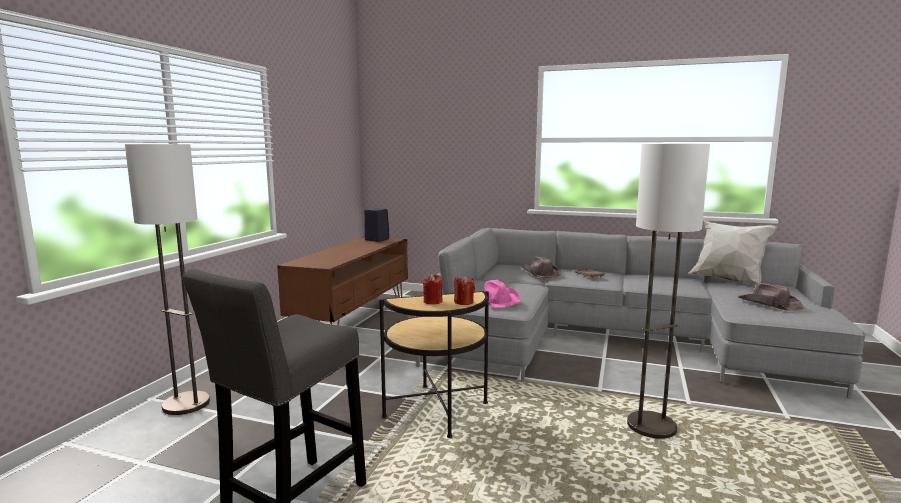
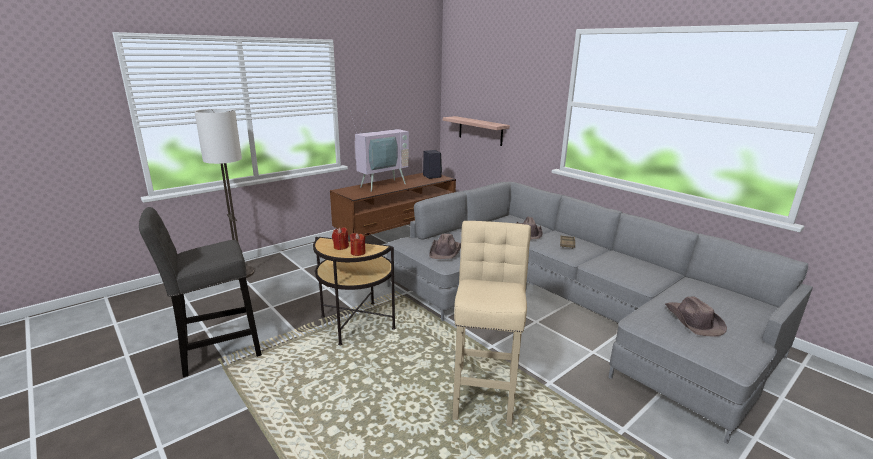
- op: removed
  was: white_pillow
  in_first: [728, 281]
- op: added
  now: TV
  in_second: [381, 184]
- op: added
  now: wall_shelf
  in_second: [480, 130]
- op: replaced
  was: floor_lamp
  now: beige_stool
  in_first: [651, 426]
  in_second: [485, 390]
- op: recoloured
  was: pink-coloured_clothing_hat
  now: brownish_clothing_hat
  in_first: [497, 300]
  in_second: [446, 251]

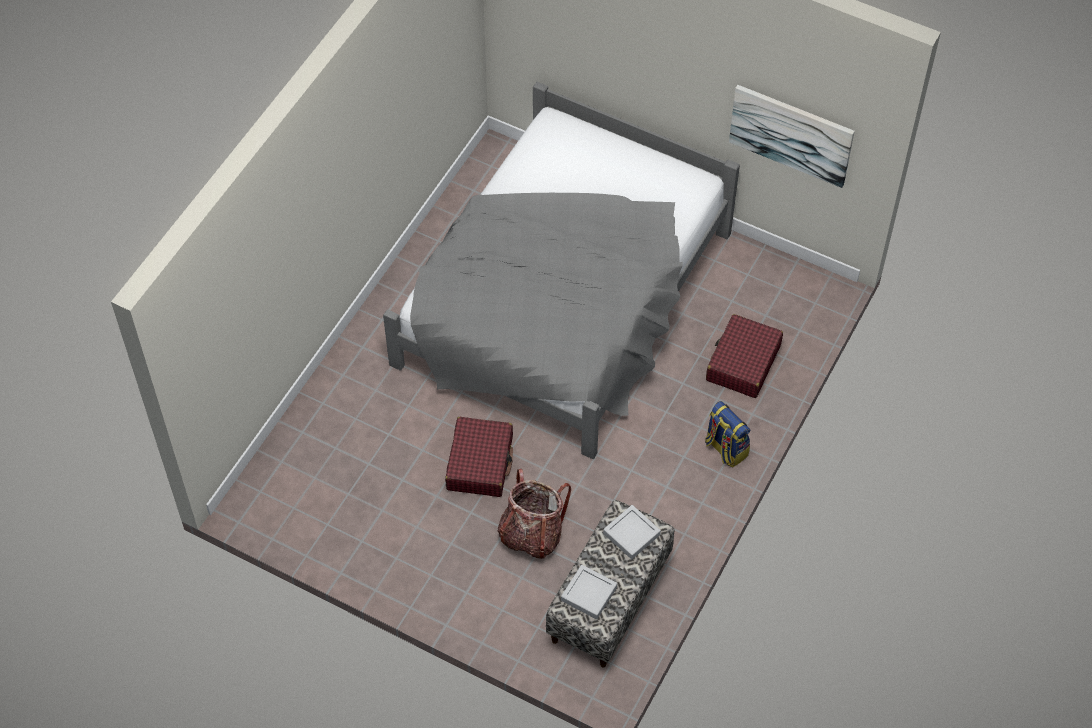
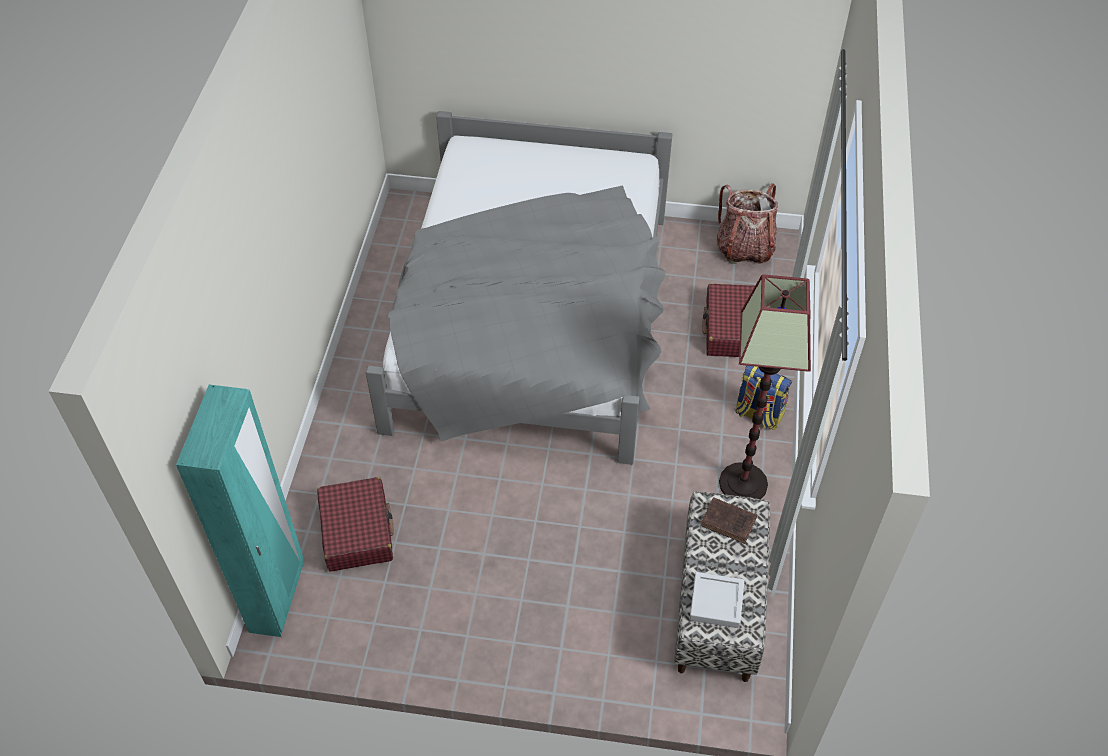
- op: removed
  was: picture
  in_first: [791, 134]
- op: added
  now: blue-green_clothes_cupboard
  in_second: [278, 598]
- op: added
  now: floor_lamp
  in_second: [743, 484]
- op: moved
  was: red-coloured_piece_of_luggage
  in_first: [480, 463]
  in_second: [357, 531]
- op: moved
  was: backpack
  in_first: [531, 534]
  in_second: [744, 248]
- op: replaced
  was: greyish_tray
  now: brownish_book
  in_first: [631, 534]
  in_second: [730, 522]

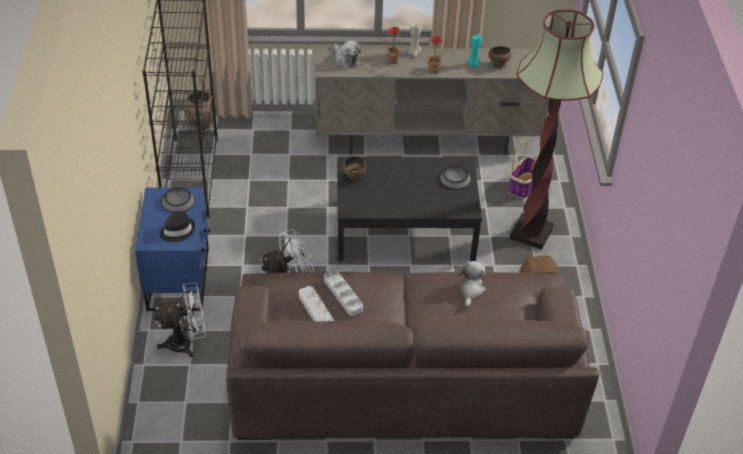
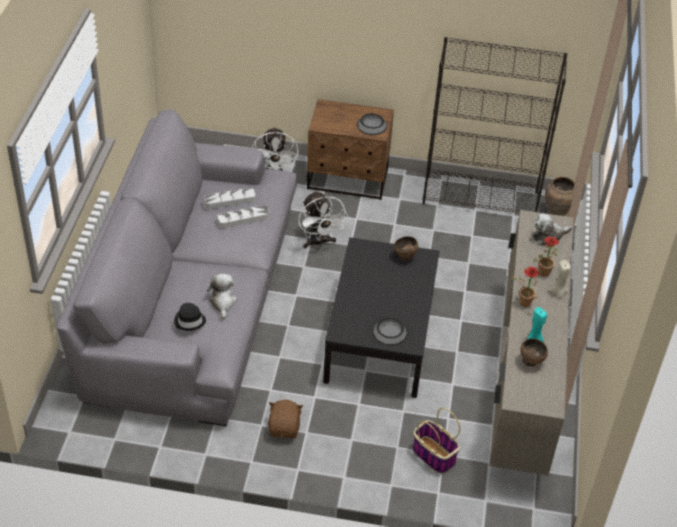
- op: removed
  was: floor_lamp
  in_first: [531, 233]
- op: moved
  was: black-coloured_clothing_hat
  in_first: [177, 231]
  in_second: [189, 321]
- op: recoloured
  was: bluish_night_table
  now: brownish_night_table
  in_first: [179, 279]
  in_second: [348, 180]
- op: recoloured
  was: brownish_settee
  now: greyish_settee
  in_first: [403, 379]
  in_second: [191, 299]
- op: turned
  was: cuddly_toy
  in_first: [470, 290]
  in_second: [222, 302]
  clockwise: -120

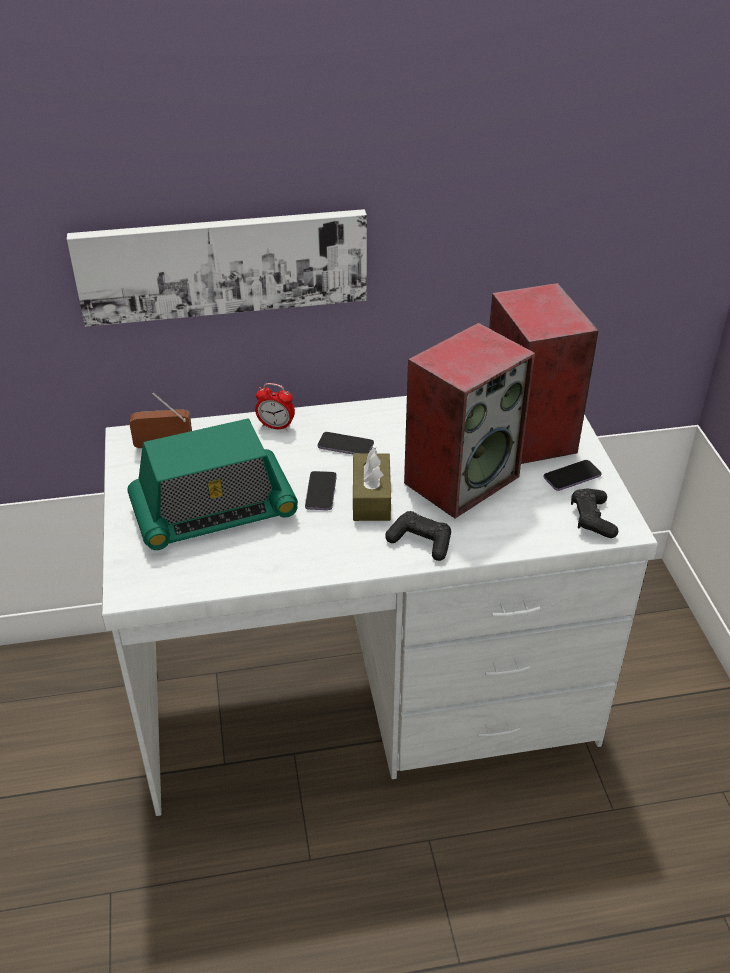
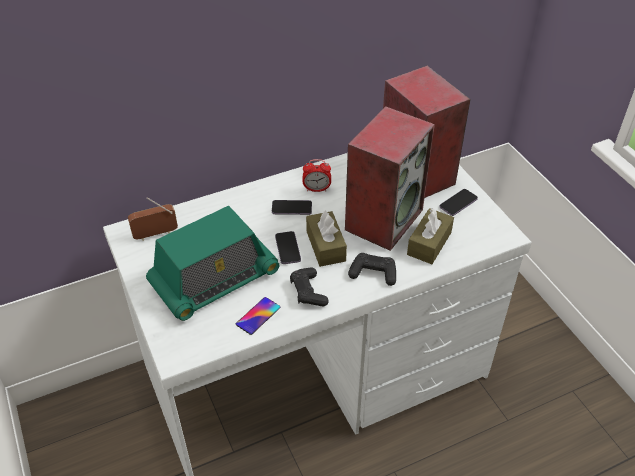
- op: removed
  was: picture
  in_first: [223, 265]
- op: added
  now: phone
  in_second: [258, 316]
- op: added
  now: brownish_box_of_tissues
  in_second: [429, 243]
- op: moved
  was: bedside_clock
  in_first: [276, 426]
  in_second: [316, 189]
- op: moved
  was: black-coloured_gamepad
  in_first: [592, 519]
  in_second: [308, 292]

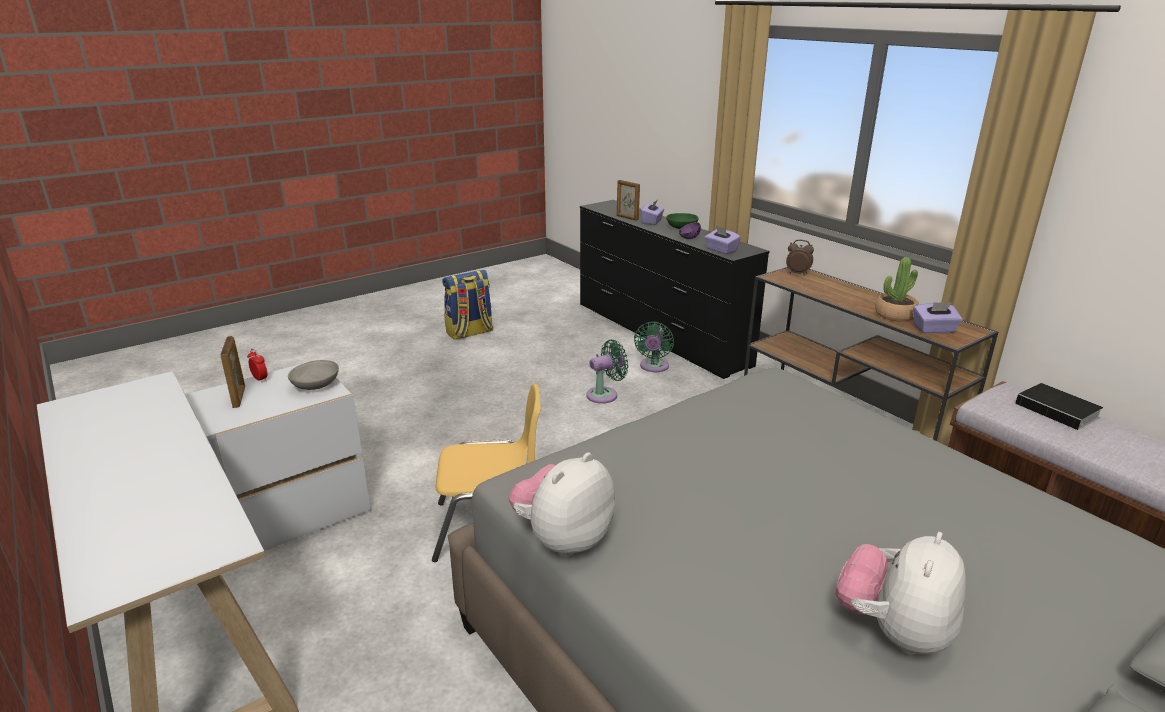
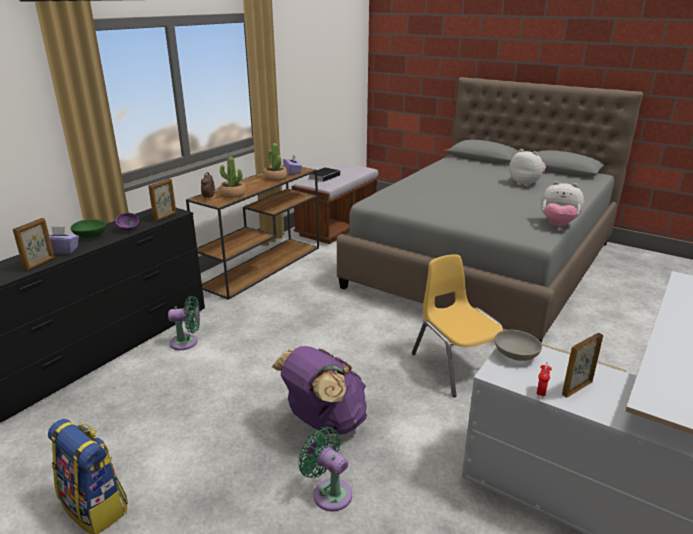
- op: added
  now: potted_plant
  in_second: [232, 194]
- op: added
  now: purple-coloured_backpack
  in_second: [324, 422]
- op: moved
  was: green_cooling_fan
  in_first: [605, 395]
  in_second: [329, 492]
- op: replaced
  was: purple-coloured_box_of_tissues
  now: photo_frame
  in_first: [721, 250]
  in_second: [165, 217]
- op: turned
  was: cuddly_toy
  in_first: [893, 631]
  in_second: [525, 184]
  clockwise: -150

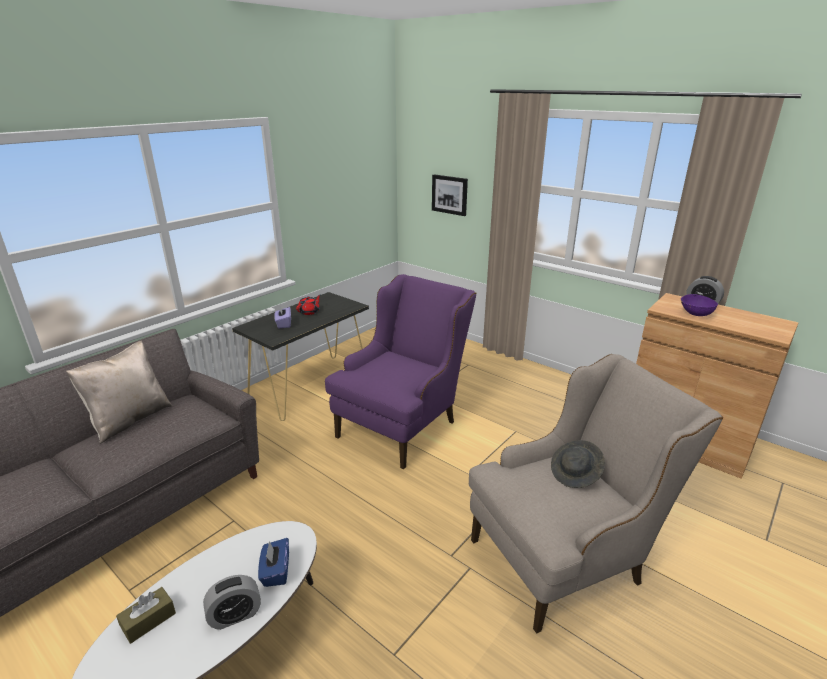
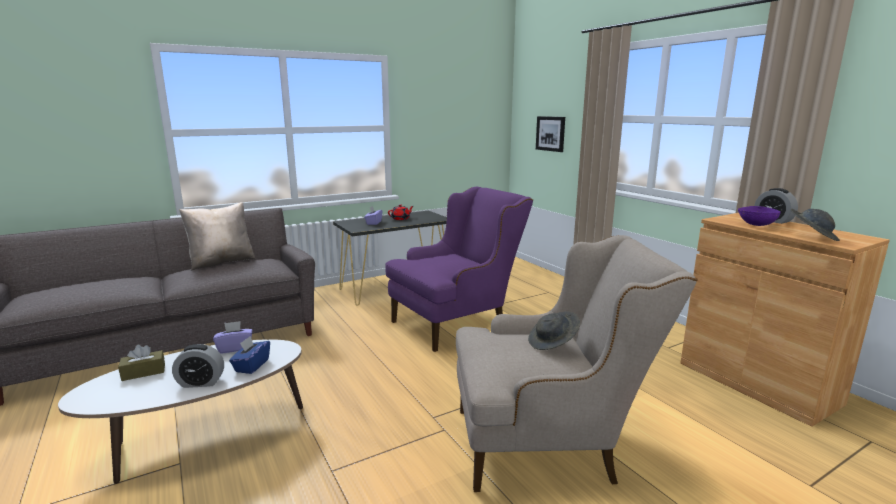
- op: added
  now: purple-coloured_box_of_tissues
  in_second: [235, 348]
- op: added
  now: greyish_clothing_hat
  in_second: [811, 237]

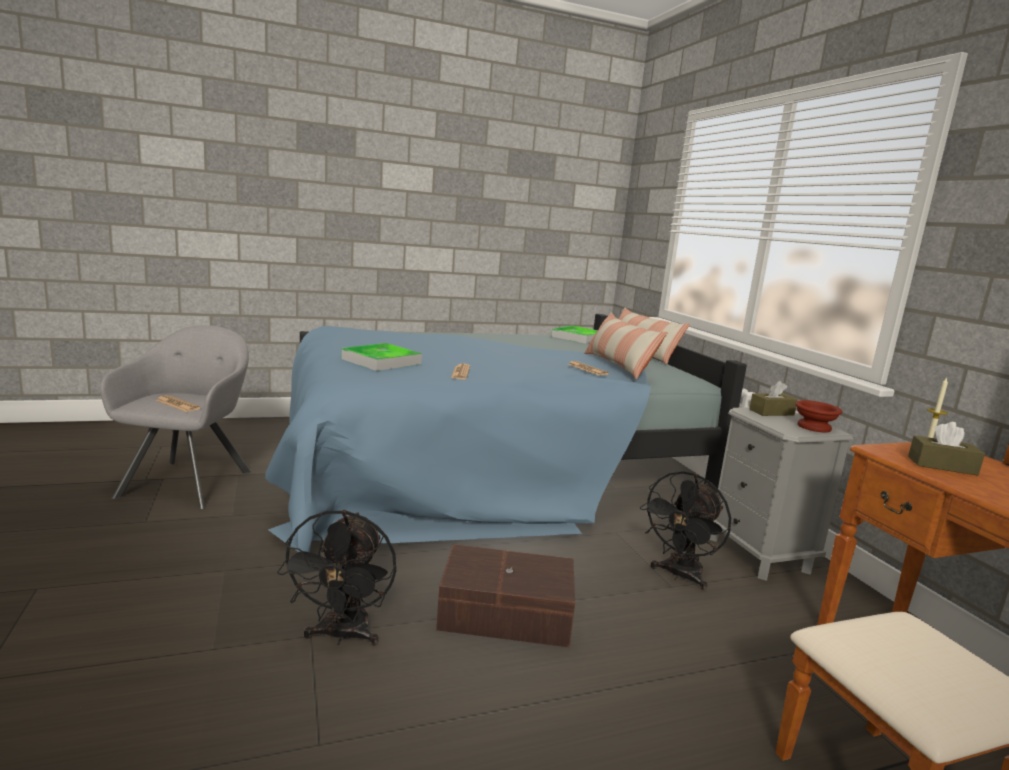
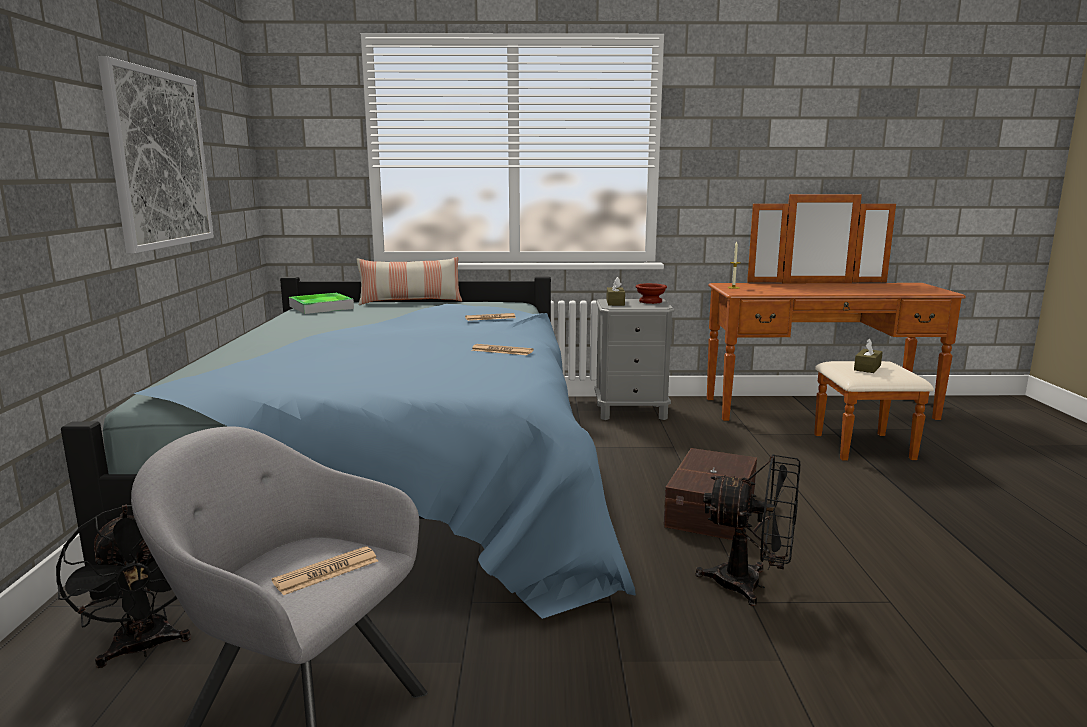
- op: removed
  was: tray
  in_first: [381, 361]
- op: removed
  was: pillow
  in_first: [618, 365]
- op: added
  now: picture
  in_second: [159, 159]
- op: moved
  was: black-coloured_cooling_fan
  in_first: [679, 576]
  in_second: [144, 649]
- op: moved
  was: brownish_box_of_tissues
  in_first: [942, 465]
  in_second: [867, 368]

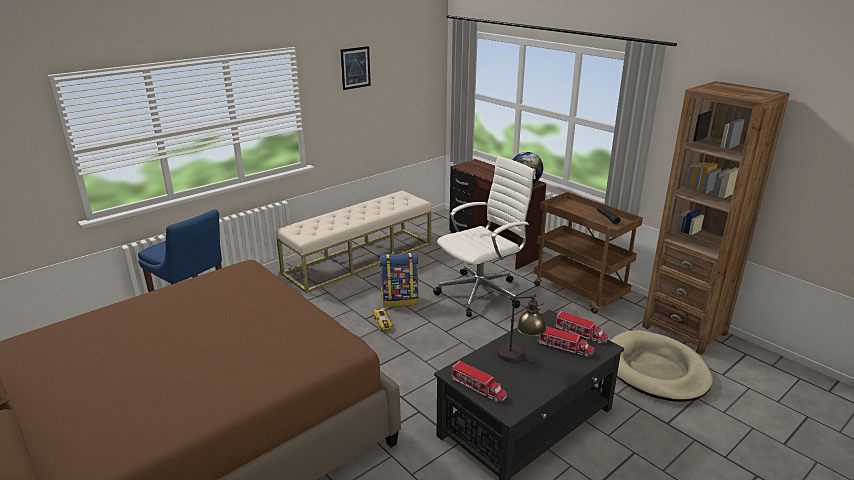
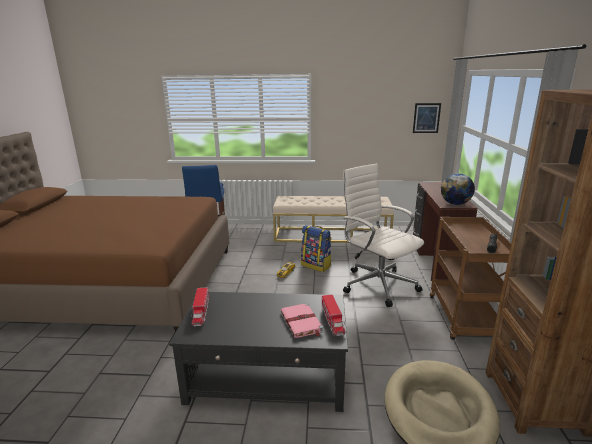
- op: removed
  was: tabletop_lamp
  in_first: [519, 358]
- op: moved
  was: picture
  in_first: [355, 68]
  in_second: [426, 118]
- op: replaced
  was: toy_lorry
  now: pink-coloured_book
  in_first: [564, 347]
  in_second: [301, 322]
- op: turned
  was: white_desk_chair
  in_first: [482, 293]
  in_second: [377, 284]
  clockwise: -135

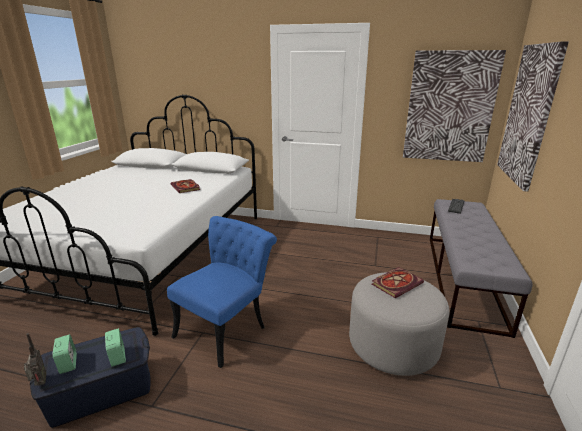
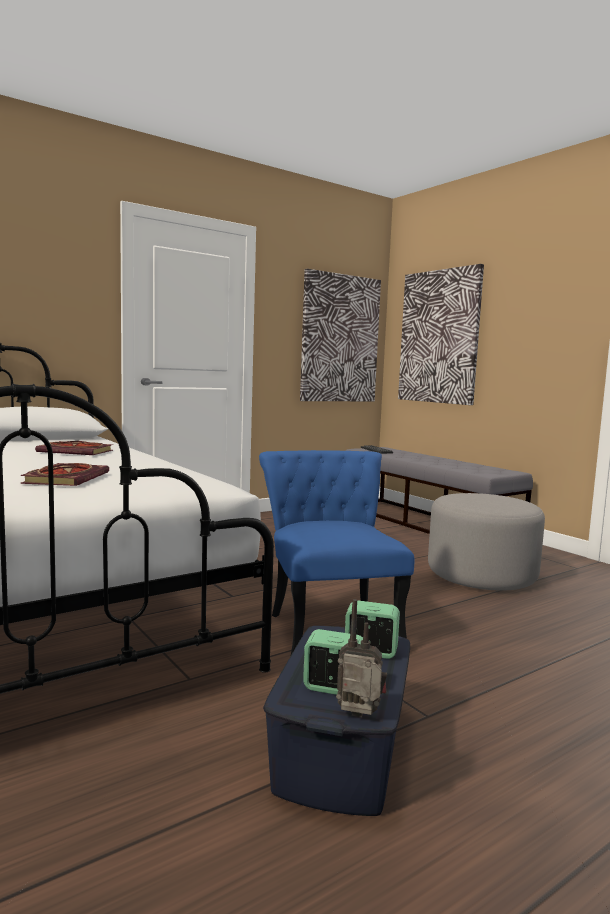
- op: moved
  was: book
  in_first: [397, 283]
  in_second: [66, 478]

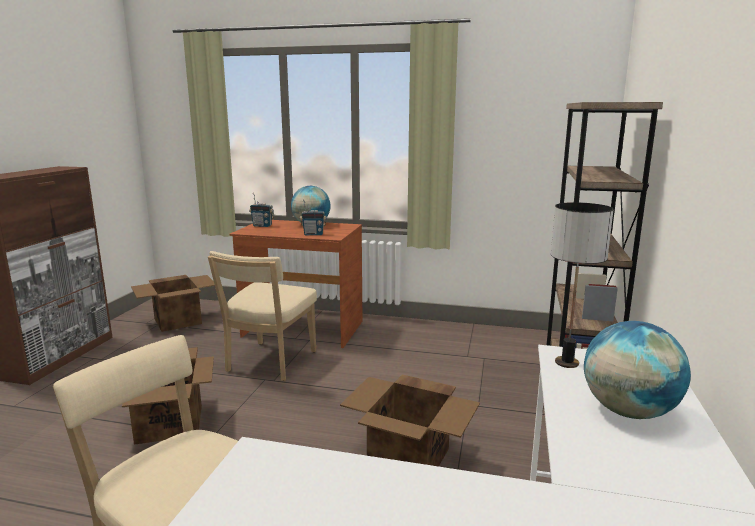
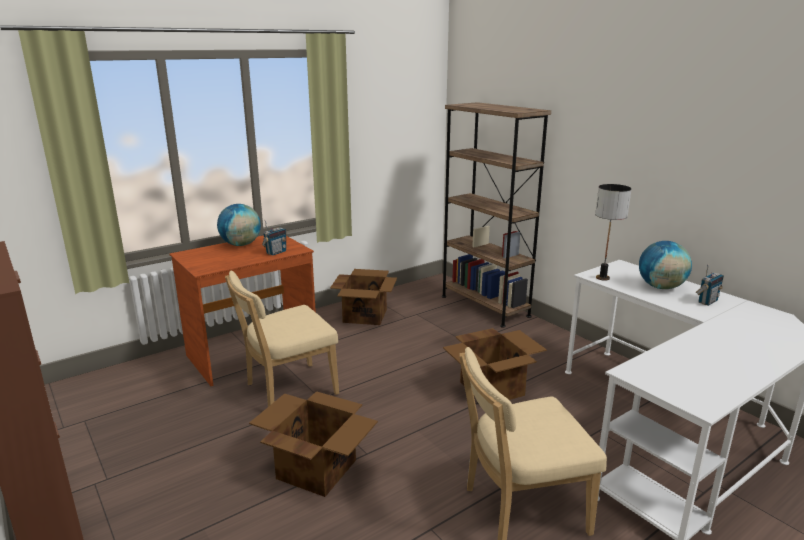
- op: moved
  was: packing_box
  in_first: [178, 321]
  in_second: [365, 315]
- op: moved
  was: radio_set
  in_first: [262, 226]
  in_second: [707, 301]
- op: turned
  was: beige_upright_chair
  in_first: [269, 363]
  in_second: [287, 390]
  clockwise: 90

